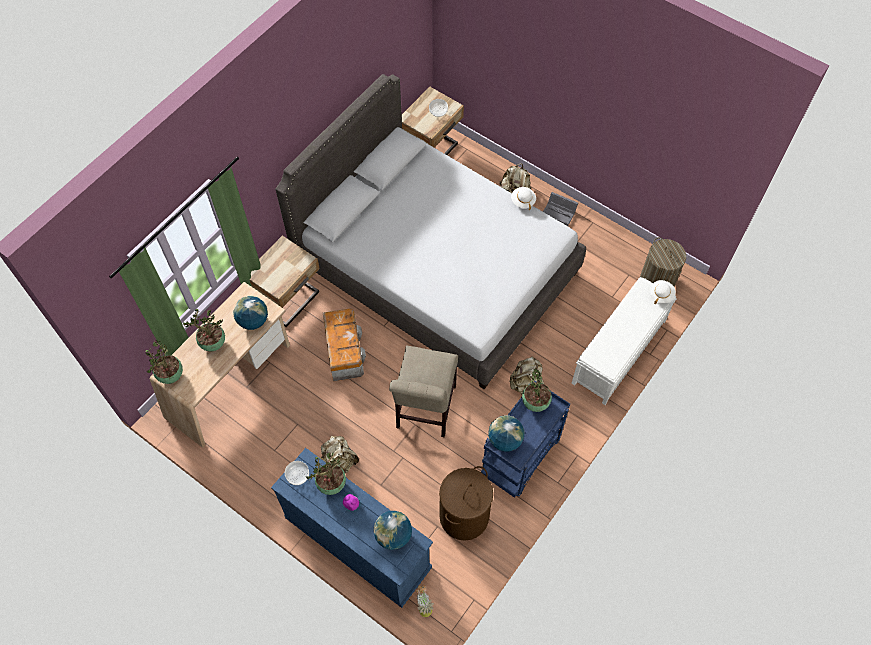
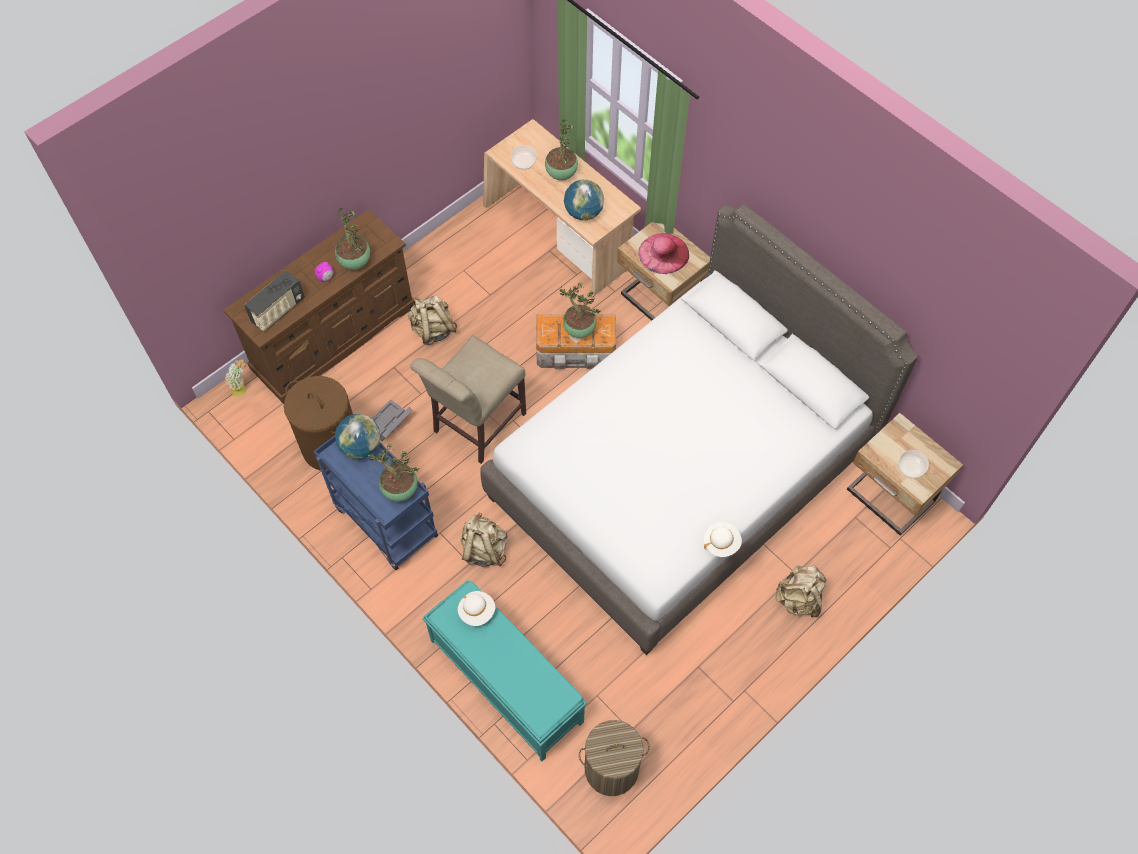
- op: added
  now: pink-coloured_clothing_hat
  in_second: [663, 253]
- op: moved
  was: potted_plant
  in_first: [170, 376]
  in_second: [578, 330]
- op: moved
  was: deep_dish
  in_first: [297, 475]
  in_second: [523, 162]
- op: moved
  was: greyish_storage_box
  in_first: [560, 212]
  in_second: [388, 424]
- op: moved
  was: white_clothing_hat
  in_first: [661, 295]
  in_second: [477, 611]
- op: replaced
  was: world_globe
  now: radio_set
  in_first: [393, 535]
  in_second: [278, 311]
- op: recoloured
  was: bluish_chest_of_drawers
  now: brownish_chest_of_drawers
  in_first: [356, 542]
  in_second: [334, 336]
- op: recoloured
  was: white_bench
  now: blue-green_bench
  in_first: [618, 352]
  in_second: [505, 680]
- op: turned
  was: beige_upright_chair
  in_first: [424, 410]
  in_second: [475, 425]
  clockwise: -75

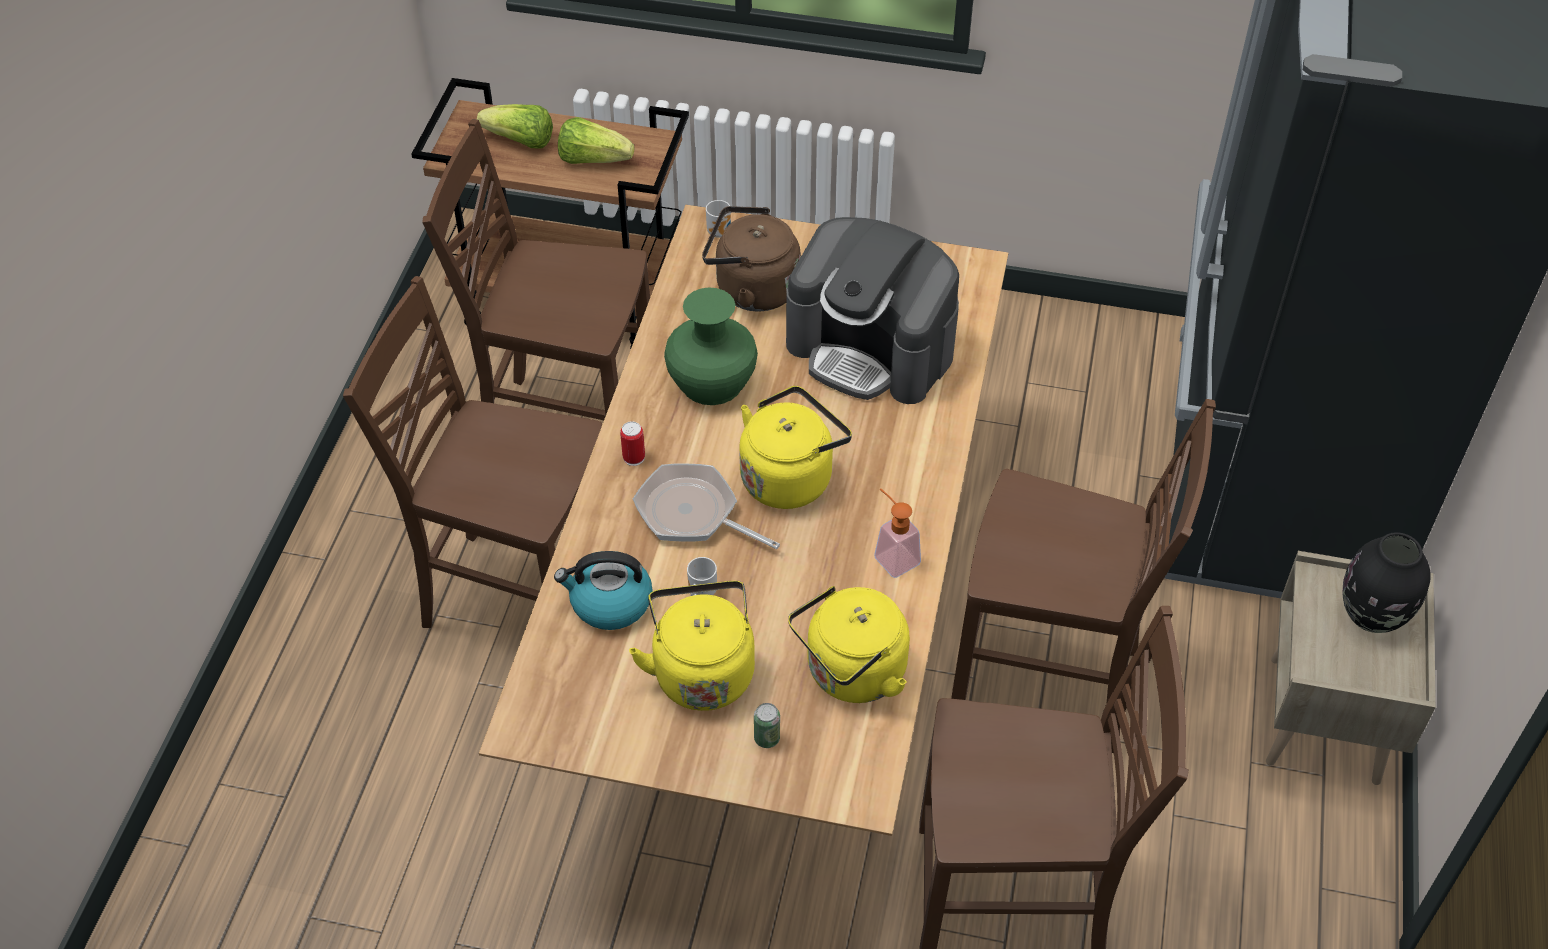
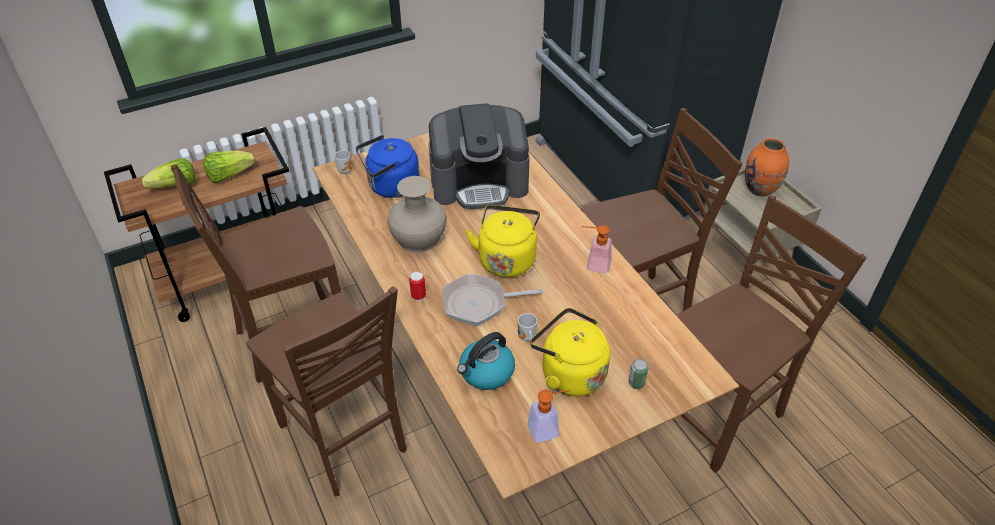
- op: removed
  was: yellow_water_kettle
  in_first: [851, 674]
- op: added
  now: soap_bottle
  in_second: [548, 429]
- op: recoloured
  was: green_decorative_vase
  now: beige_decorative_vase
  in_first: [712, 382]
  in_second: [418, 238]
- op: recoloured
  was: brownish_water_kettle
  now: bluish_water_kettle
  in_first: [751, 289]
  in_second: [391, 187]
- op: recoloured
  was: black-coloured_decorative_vase
  now: orange-coloured_decorative_vase
  in_first: [1373, 616]
  in_second: [760, 189]
- op: turned
  was: brownish_upright_chair
  in_first: [516, 596]
  in_second: [345, 438]
  clockwise: -105

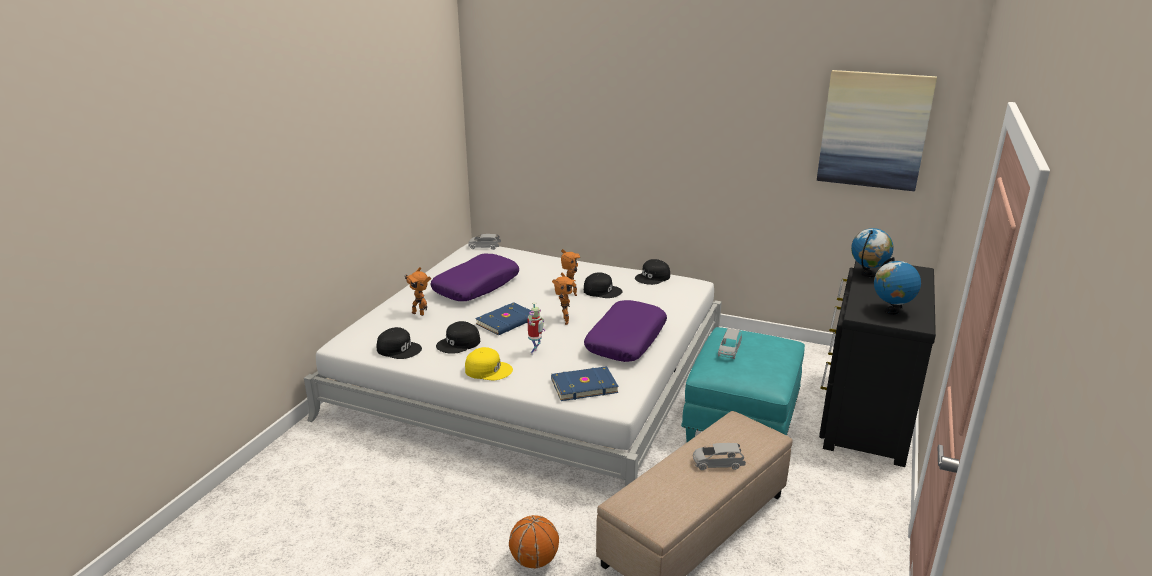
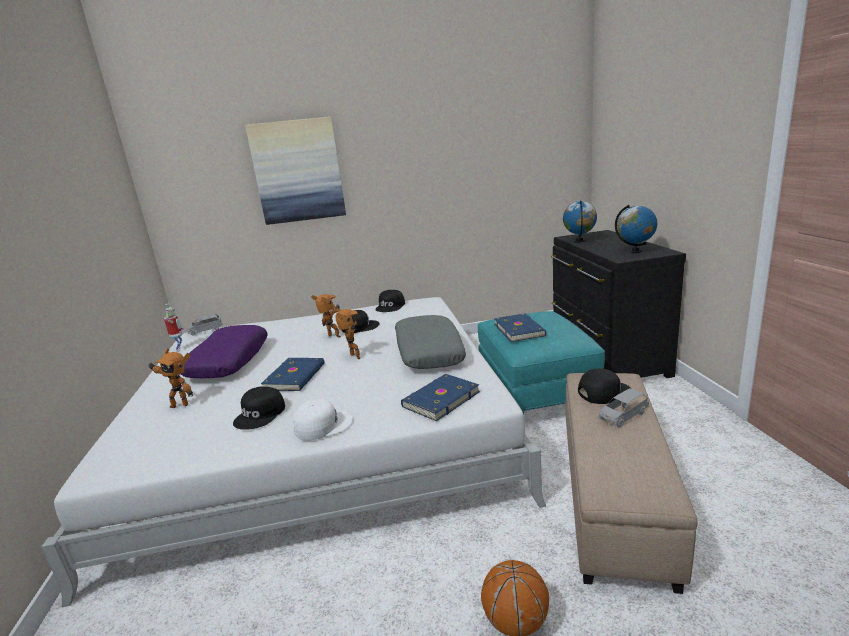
- op: moved
  was: black-coloured_peaked_cap
  in_first: [399, 349]
  in_second: [604, 392]
- op: moved
  was: toy_robot
  in_first: [535, 352]
  in_second: [180, 349]
- op: moved
  was: picture
  in_first: [873, 130]
  in_second: [298, 171]
- op: replaced
  was: greyish_model_car
  now: bluish_book
  in_first: [729, 350]
  in_second: [519, 329]
- op: recoloured
  was: yellow_peaked_cap
  now: white_peaked_cap
  in_first: [488, 370]
  in_second: [322, 425]
- op: recoloured
  was: purple-coloured_pillow
  now: greyish_pillow
  in_first: [625, 340]
  in_second: [428, 352]

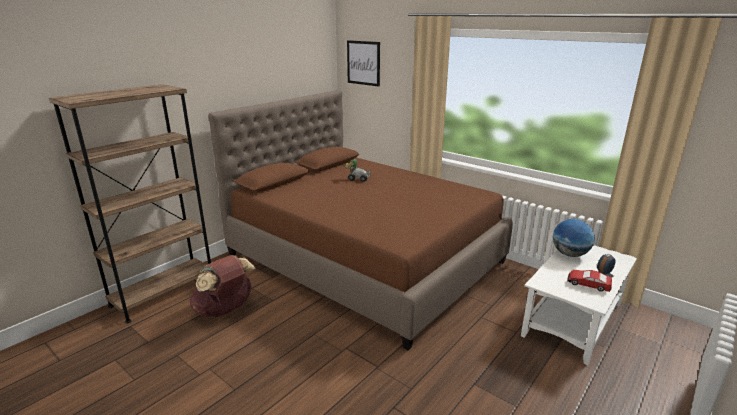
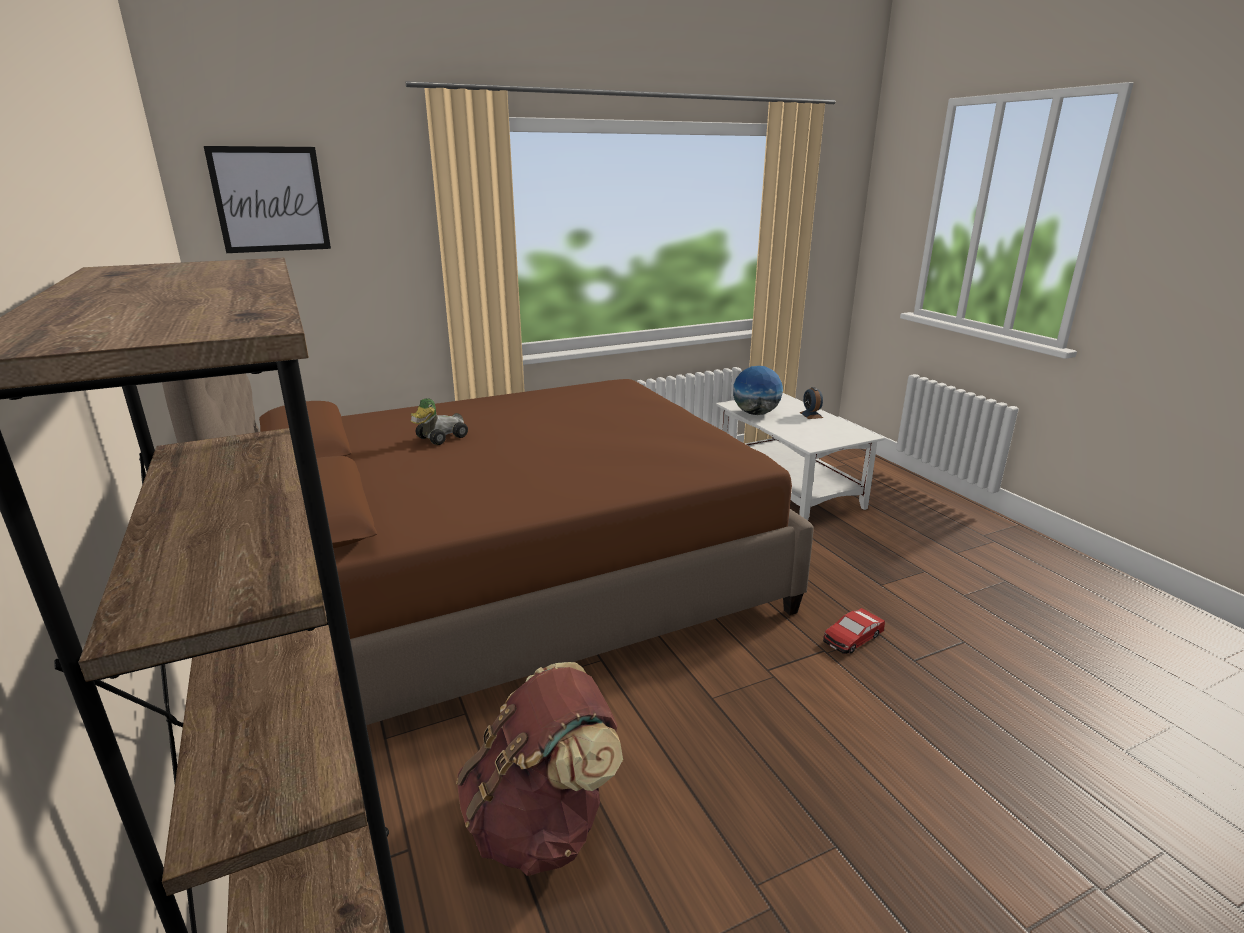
- op: moved
  was: model_car
  in_first: [588, 284]
  in_second: [852, 638]

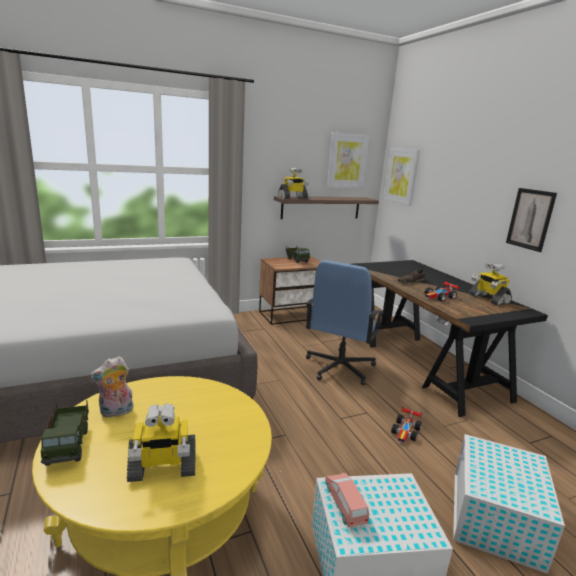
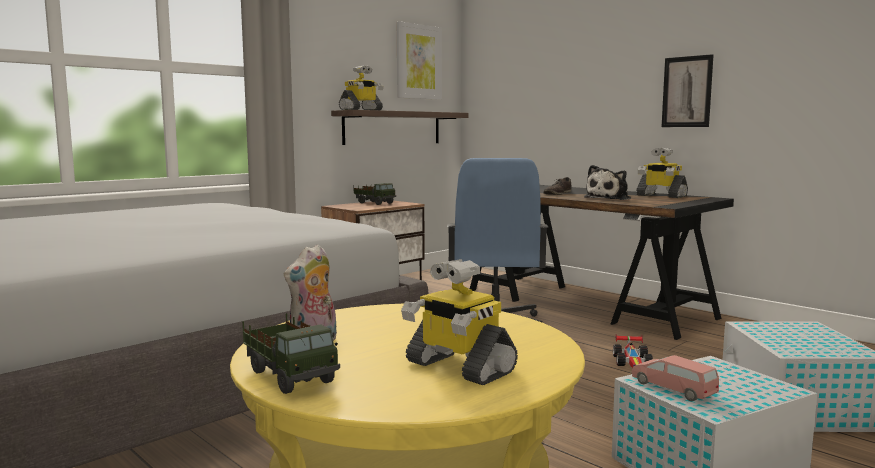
- op: removed
  was: picture
  in_first: [401, 176]
- op: replaced
  was: model_car
  now: cuddly_toy
  in_first: [440, 297]
  in_second: [609, 198]
- op: turned
  was: toy_robot
  in_first: [162, 468]
  in_second: [458, 367]
  clockwise: 75

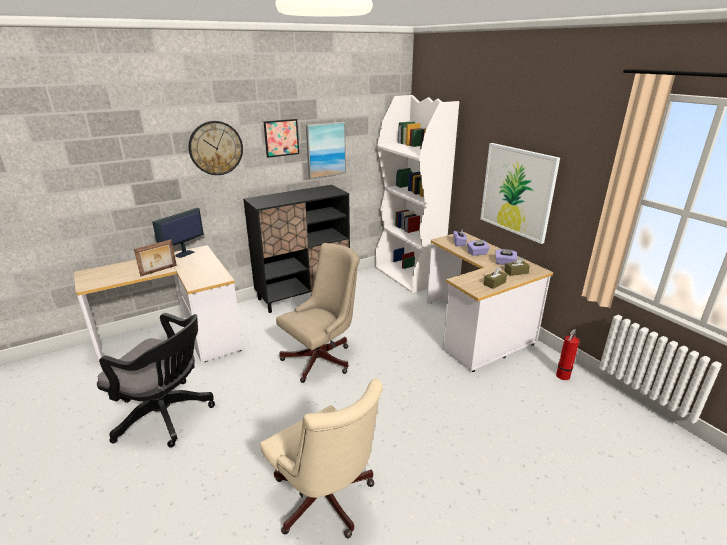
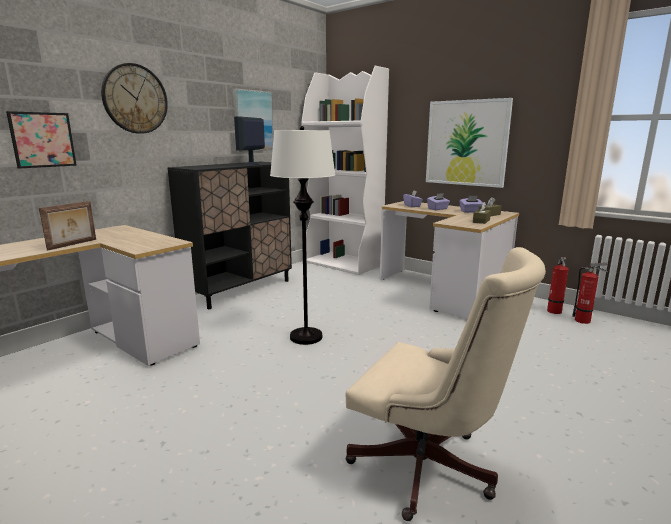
- op: removed
  was: black-coloured_desk_chair
  in_first: [167, 416]
- op: added
  now: extinguisher
  in_second: [584, 321]
- op: moved
  was: monitor
  in_first: [184, 254]
  in_second: [251, 164]
- op: moved
  was: picture
  in_first: [281, 138]
  in_second: [43, 140]
- op: replaced
  was: beige_desk_chair
  now: white_floor_lamp
  in_first: [322, 358]
  in_second: [306, 337]

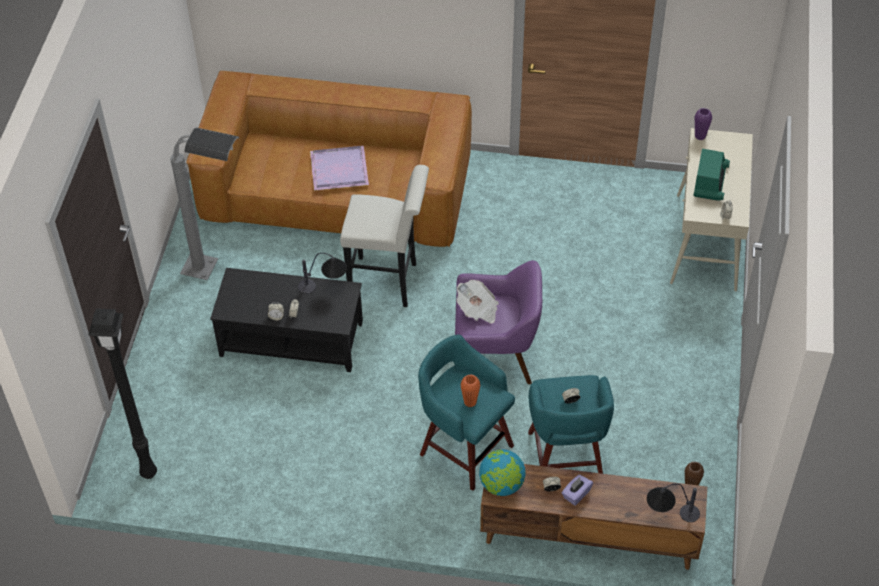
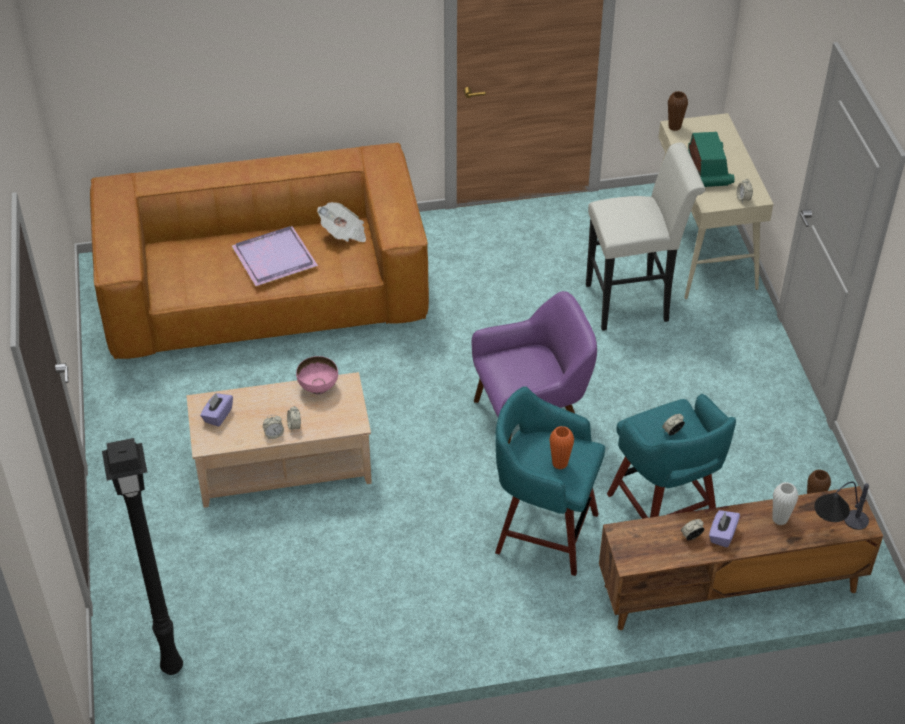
- op: removed
  was: greyish_floor_lamp
  in_first: [219, 272]
- op: removed
  was: world_globe
  in_first: [501, 485]
- op: added
  now: purple-coloured_box_of_tissues
  in_second: [217, 415]
- op: added
  now: white_decorative_vase
  in_second: [779, 519]
- op: moved
  was: white_stool
  in_first: [389, 282]
  in_second: [634, 302]
- op: moved
  was: newspaper
  in_first: [478, 309]
  in_second: [343, 233]
- op: replaced
  was: tabletop_lamp
  now: pink-coloured_deep_dish
  in_first: [325, 288]
  in_second: [318, 388]
- op: recoloured
  was: black-coloured_low_table
  now: beige_low_table
  in_first: [292, 337]
  in_second: [284, 463]
- op: recoloured
  was: purple-coloured_decorative_vase
  now: brownish_decorative_vase
  in_first: [700, 136]
  in_second: [674, 127]

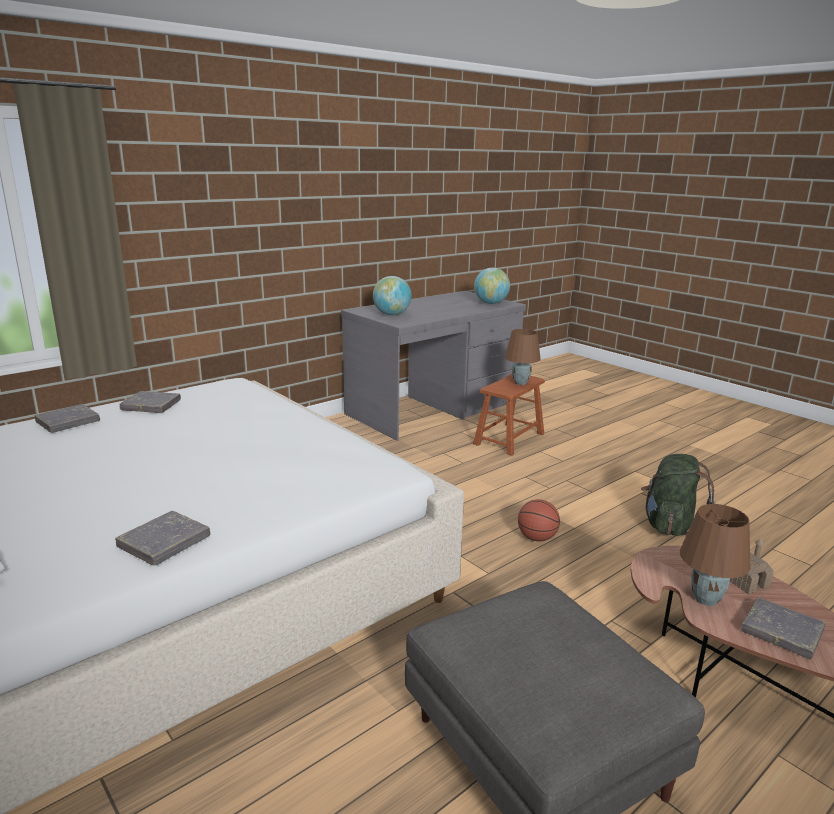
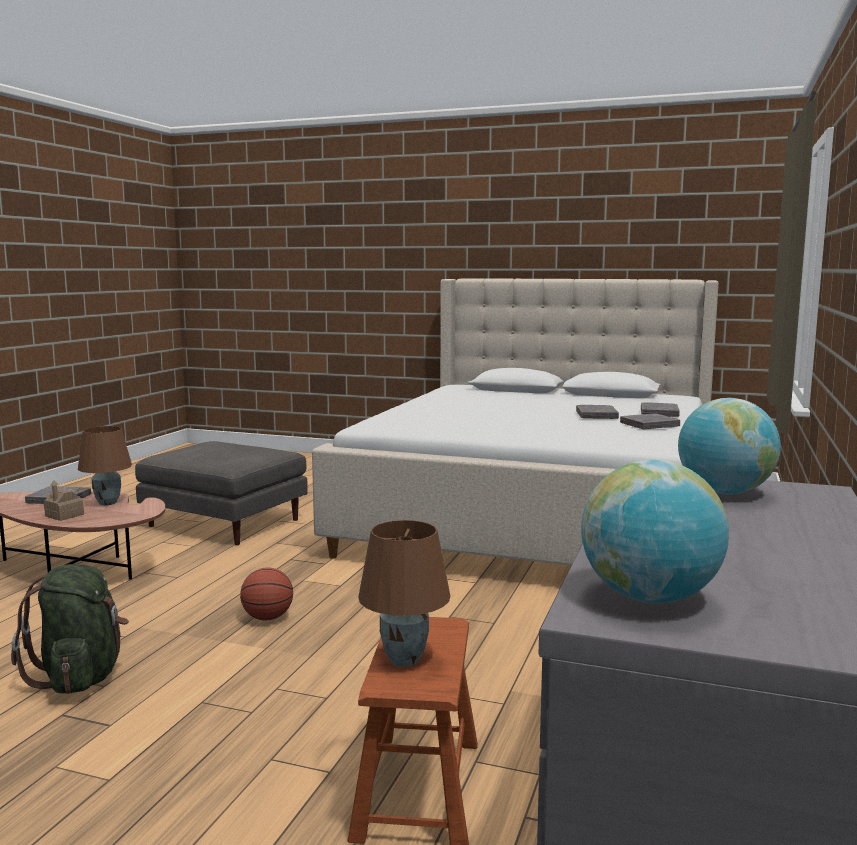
- op: moved
  was: greyish_book
  in_first: [164, 542]
  in_second: [596, 415]

